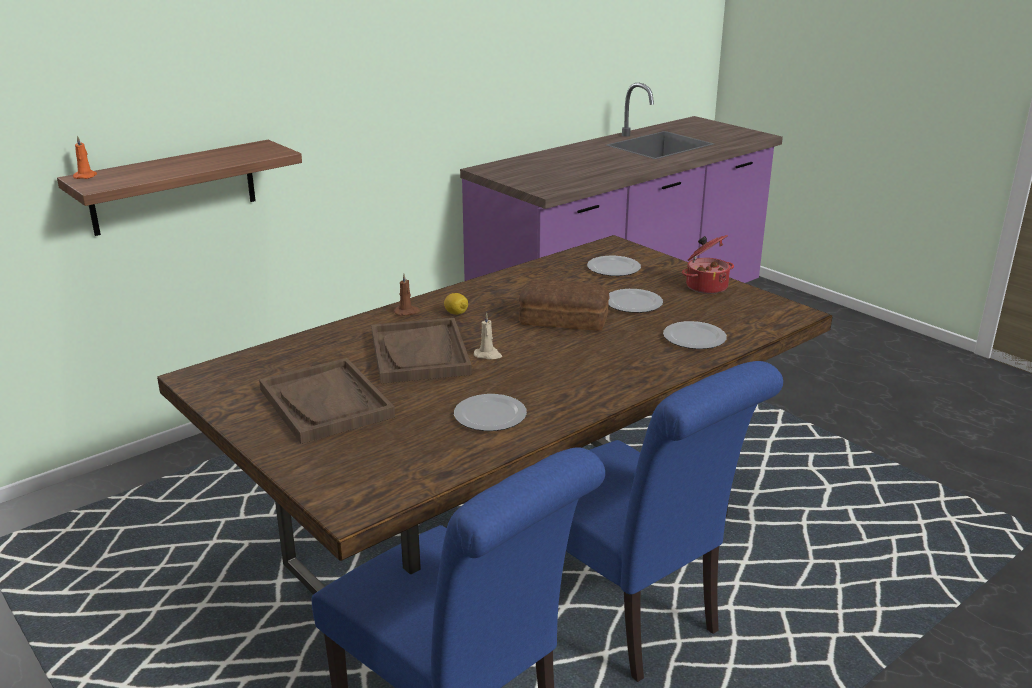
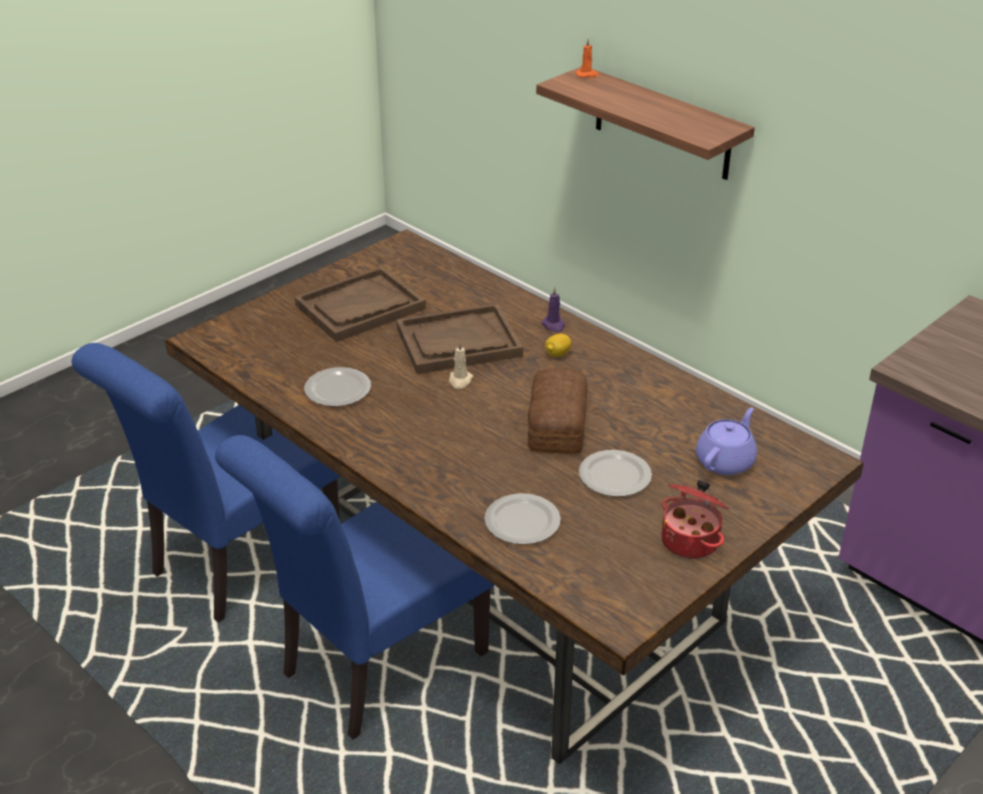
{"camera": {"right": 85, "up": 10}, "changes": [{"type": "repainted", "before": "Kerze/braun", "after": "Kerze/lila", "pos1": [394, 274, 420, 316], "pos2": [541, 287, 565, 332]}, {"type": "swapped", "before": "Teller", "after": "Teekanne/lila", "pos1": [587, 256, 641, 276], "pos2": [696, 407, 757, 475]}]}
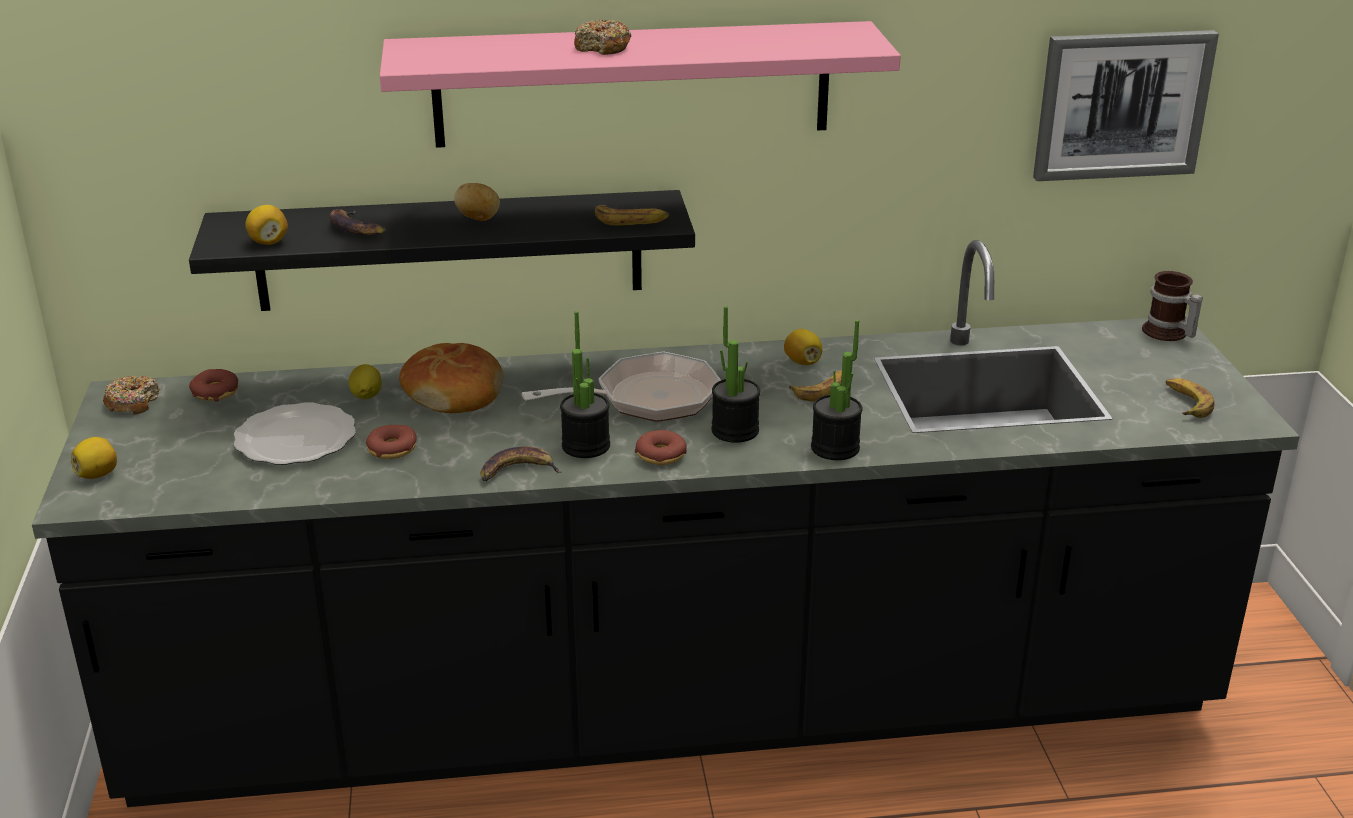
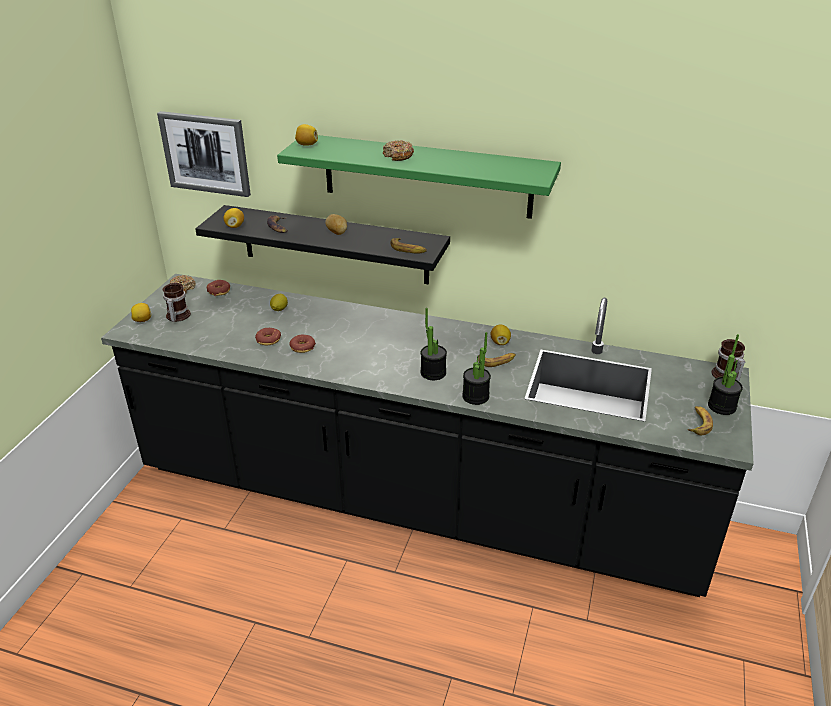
{"camera": {"right": 25, "up": 5}, "changes": [{"type": "gone", "before": "Teller", "pos1": [234, 402, 356, 465]}, {"type": "repainted", "before": "Wandregal/rosa", "after": "Wandregal/grün", "pos1": [380, 21, 901, 148], "pos2": [277, 135, 561, 219]}, {"type": "gone", "before": "Brot", "pos1": [399, 343, 503, 413]}, {"type": "gone", "before": "Banane", "pos1": [481, 446, 561, 481]}, {"type": "gone", "before": "Pfanne", "pos1": [521, 352, 721, 422]}, {"type": "shifted", "before": "Topfpflanze", "pos1": [560, 311, 610, 458], "pos2": [708, 334, 743, 415]}, {"type": "shifted", "before": "Donut", "pos1": [635, 430, 687, 465], "pos2": [289, 335, 316, 353]}, {"type": "shifted", "before": "Bild", "pos1": [1033, 30, 1219, 181], "pos2": [157, 111, 251, 197]}, {"type": "new", "after": "Henkelbecher", "pos2": [162, 283, 191, 322]}, {"type": "new", "after": "Zitrone", "pos2": [295, 124, 318, 146]}]}
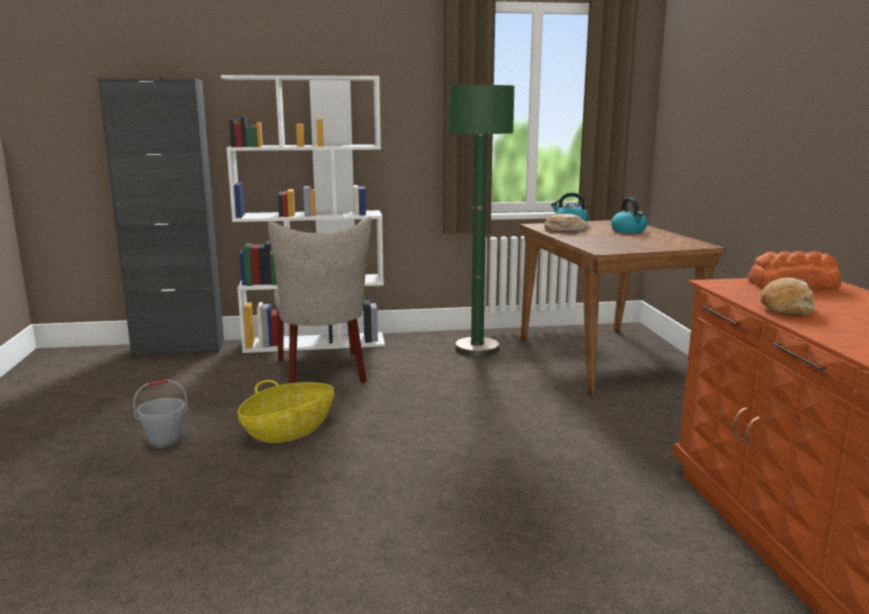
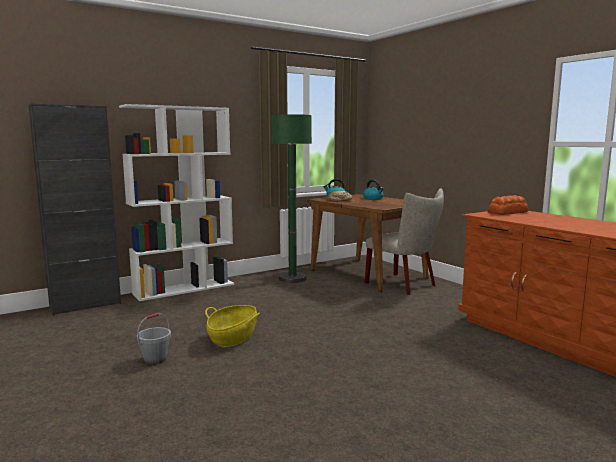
{"camera": {"right": -25, "up": -5}, "changes": [{"type": "shifted", "before": "Stuhl/beige", "pos1": [268, 216, 372, 383], "pos2": [365, 188, 444, 295]}, {"type": "gone", "before": "Brot", "pos1": [760, 278, 815, 317]}]}
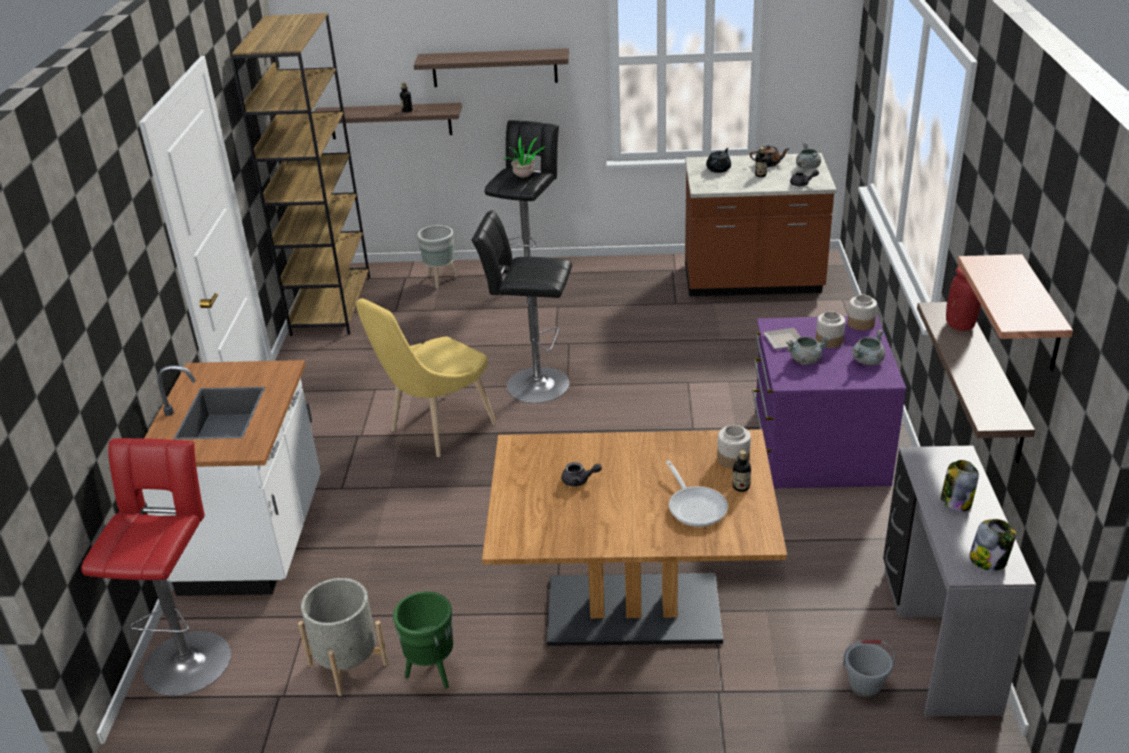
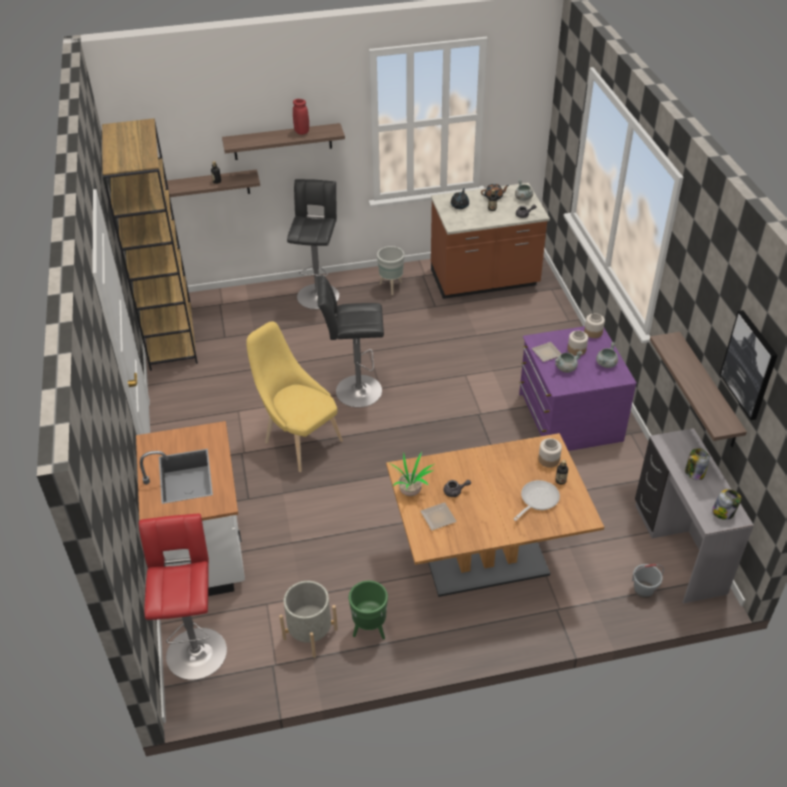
{"camera": {"right": -15, "up": 10}, "changes": [{"type": "rotated", "before": "Stuhl/gelb", "pos1": [356, 298, 497, 457], "pos2": [246, 321, 343, 472], "turn": 105}, {"type": "shifted", "before": "Pflanzkübel/grau", "pos1": [417, 225, 457, 289], "pos2": [377, 246, 404, 295]}, {"type": "shifted", "before": "Topfpflanze", "pos1": [504, 135, 546, 178], "pos2": [389, 452, 434, 496]}, {"type": "rotated", "before": "Pfanne", "pos1": [666, 461, 728, 527], "pos2": [514, 480, 560, 521], "turn": -105}, {"type": "shifted", "before": "Vase/rot", "pos1": [946, 266, 981, 331], "pos2": [293, 99, 309, 135]}, {"type": "swapped", "before": "Wandregal", "after": "Bild", "pos1": [957, 254, 1073, 371], "pos2": [720, 310, 778, 420]}, {"type": "new", "after": "Teller", "pos2": [420, 502, 457, 530]}]}
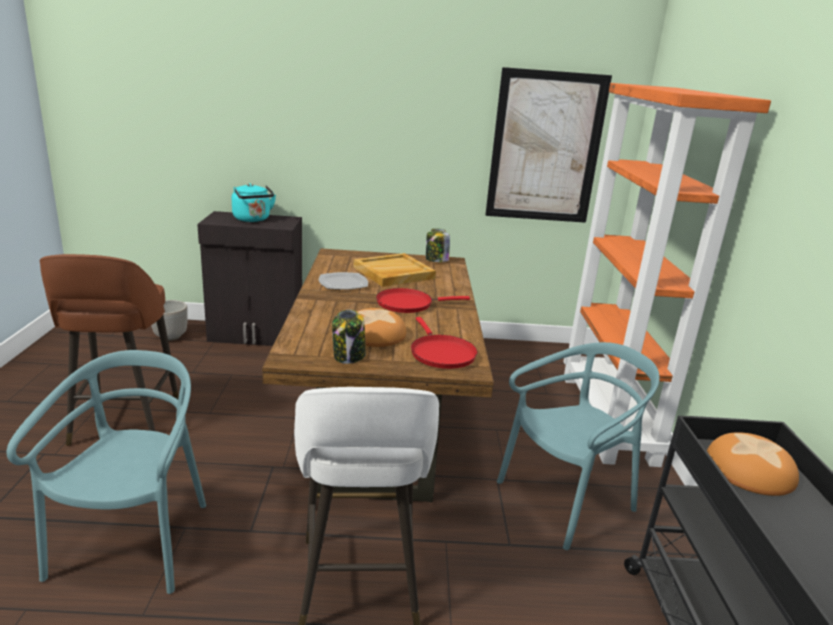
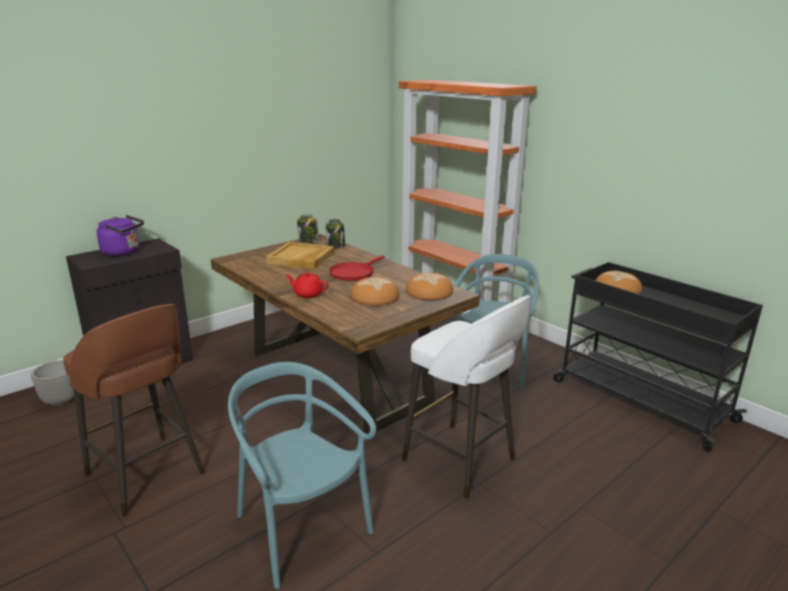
{"camera": {"right": -40, "up": 0}, "changes": [{"type": "repainted", "before": "Wasserkessel/türkis", "after": "Wasserkessel/lila", "pos1": [232, 183, 276, 222], "pos2": [96, 215, 144, 256]}, {"type": "gone", "before": "Teller", "pos1": [319, 272, 368, 290]}, {"type": "shifted", "before": "Vorratsglas", "pos1": [332, 310, 366, 364], "pos2": [326, 219, 345, 249]}, {"type": "swapped", "before": "Pfanne/rot", "after": "Brot", "pos1": [411, 317, 478, 369], "pos2": [406, 273, 453, 300]}, {"type": "gone", "before": "Bild", "pos1": [485, 67, 612, 223]}, {"type": "new", "after": "Teekanne/rot", "pos2": [285, 272, 329, 298]}]}
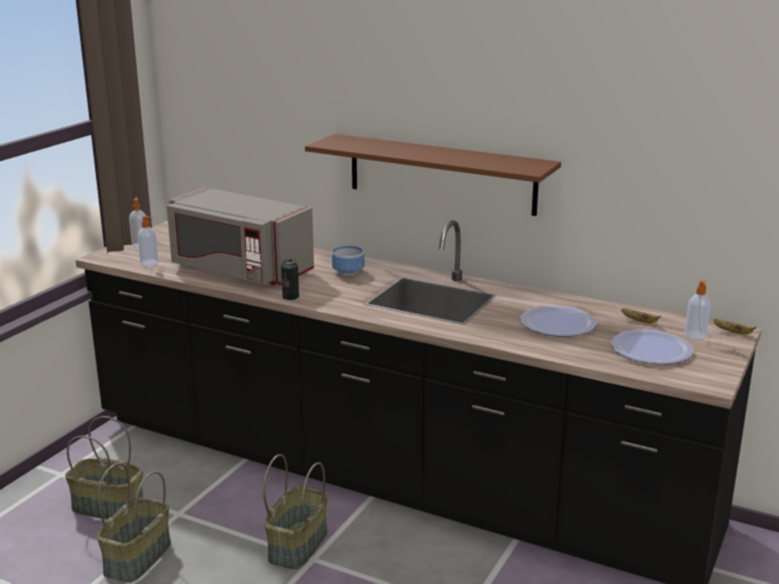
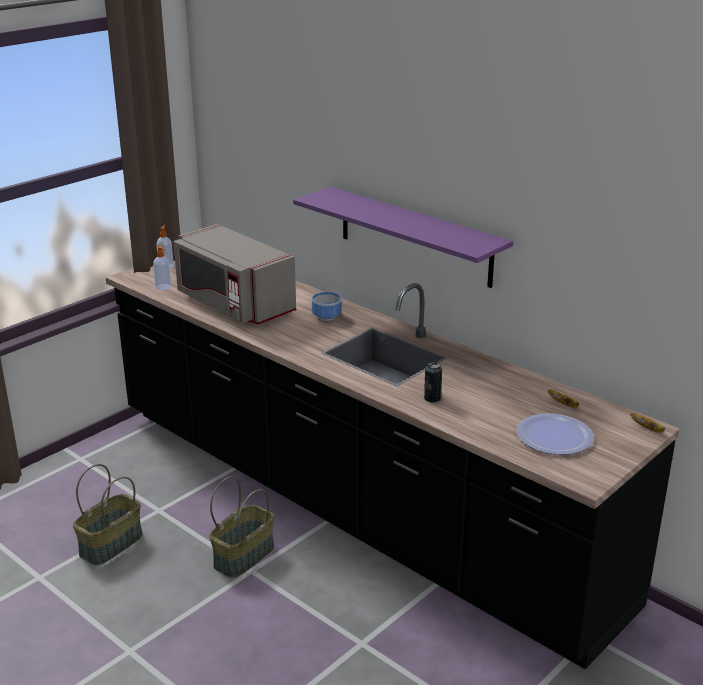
{"camera": {"right": 15, "up": 5}, "changes": [{"type": "gone", "before": "Korb", "pos1": [65, 416, 143, 520]}, {"type": "shifted", "before": "Dose", "pos1": [281, 259, 300, 300], "pos2": [424, 362, 442, 403]}, {"type": "repainted", "before": "Wandregal/braun", "after": "Wandregal/lila", "pos1": [305, 134, 561, 216], "pos2": [293, 187, 513, 288]}, {"type": "gone", "before": "Teller", "pos1": [520, 306, 597, 337]}, {"type": "gone", "before": "Seifenspender", "pos1": [685, 280, 711, 339]}]}
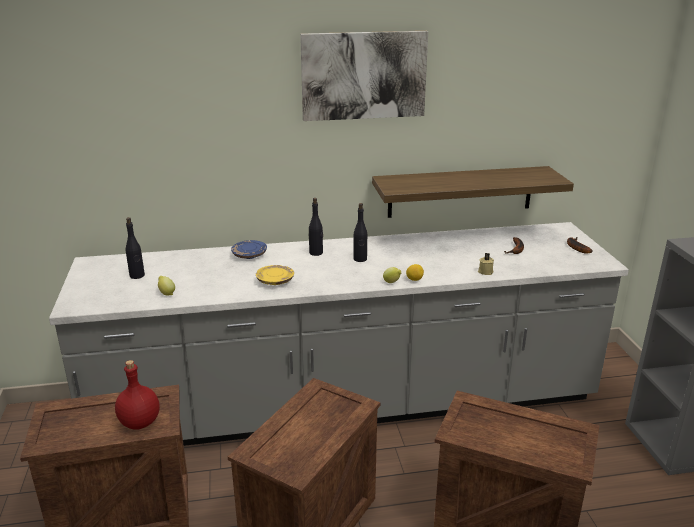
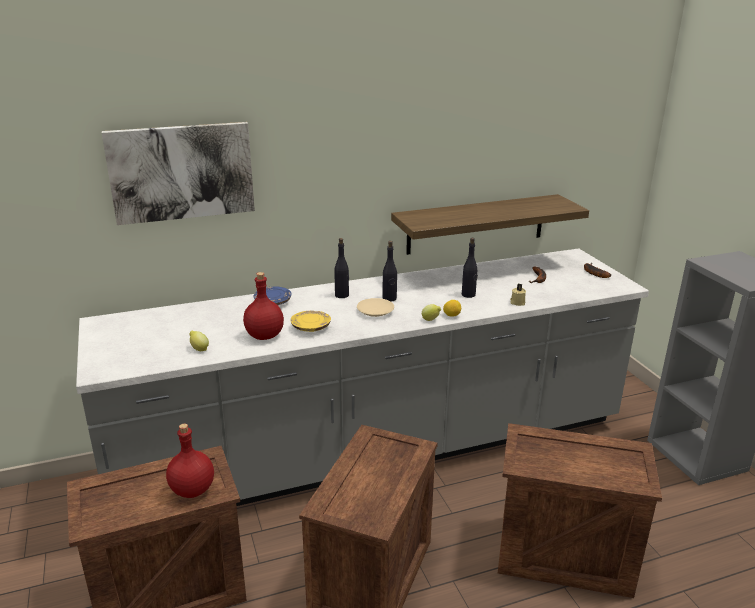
{"camera": {"right": -10, "up": 0}, "changes": [{"type": "shifted", "before": "Flasche/schwarz", "pos1": [126, 217, 145, 279], "pos2": [462, 238, 478, 298]}, {"type": "shifted", "before": "Bild", "pos1": [300, 31, 428, 121], "pos2": [102, 122, 255, 225]}, {"type": "new", "after": "Flasche/rot", "pos2": [243, 272, 284, 340]}, {"type": "new", "after": "Teller/beige", "pos2": [357, 298, 394, 317]}]}
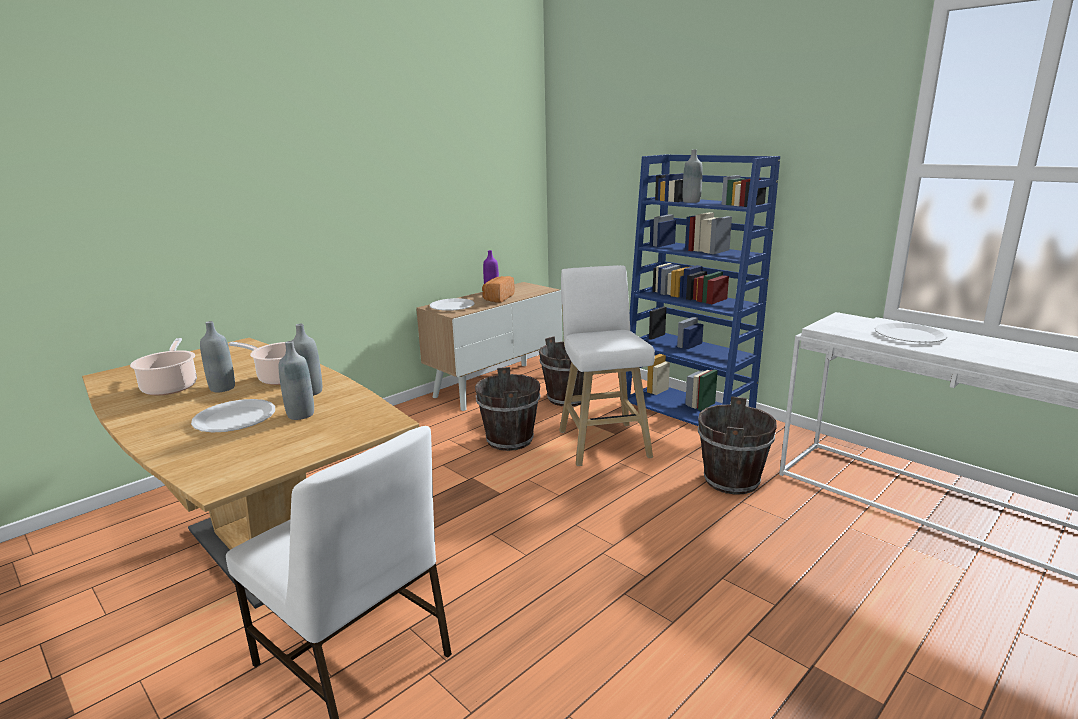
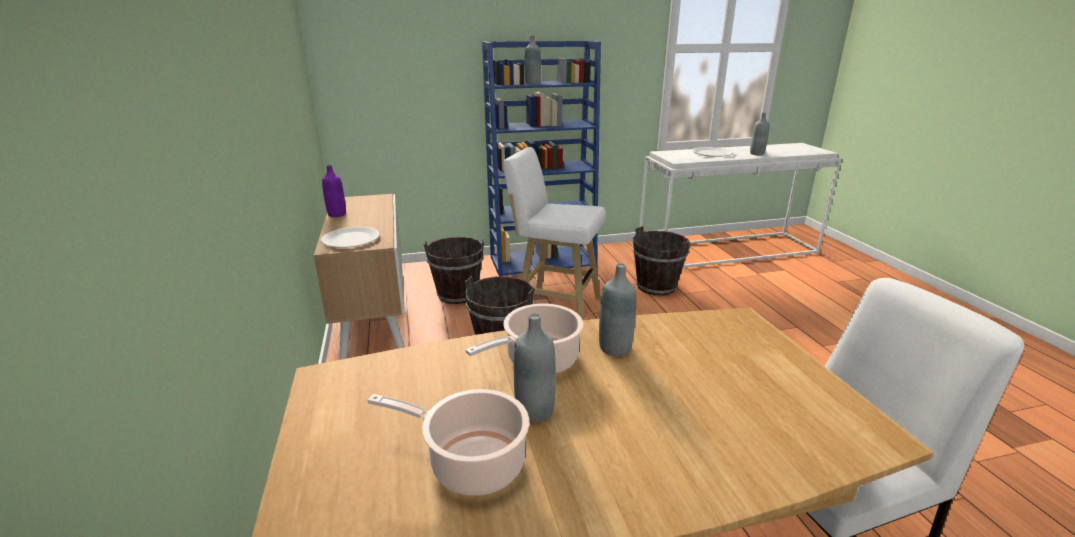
{"camera": {"right": -60, "up": 5}, "changes": [{"type": "gone", "before": "Teller/weiß", "pos1": [191, 399, 275, 433]}, {"type": "shifted", "before": "Flasche/grau", "pos1": [279, 341, 314, 420], "pos2": [750, 113, 769, 155]}, {"type": "gone", "before": "Brot", "pos1": [482, 276, 514, 303]}]}
